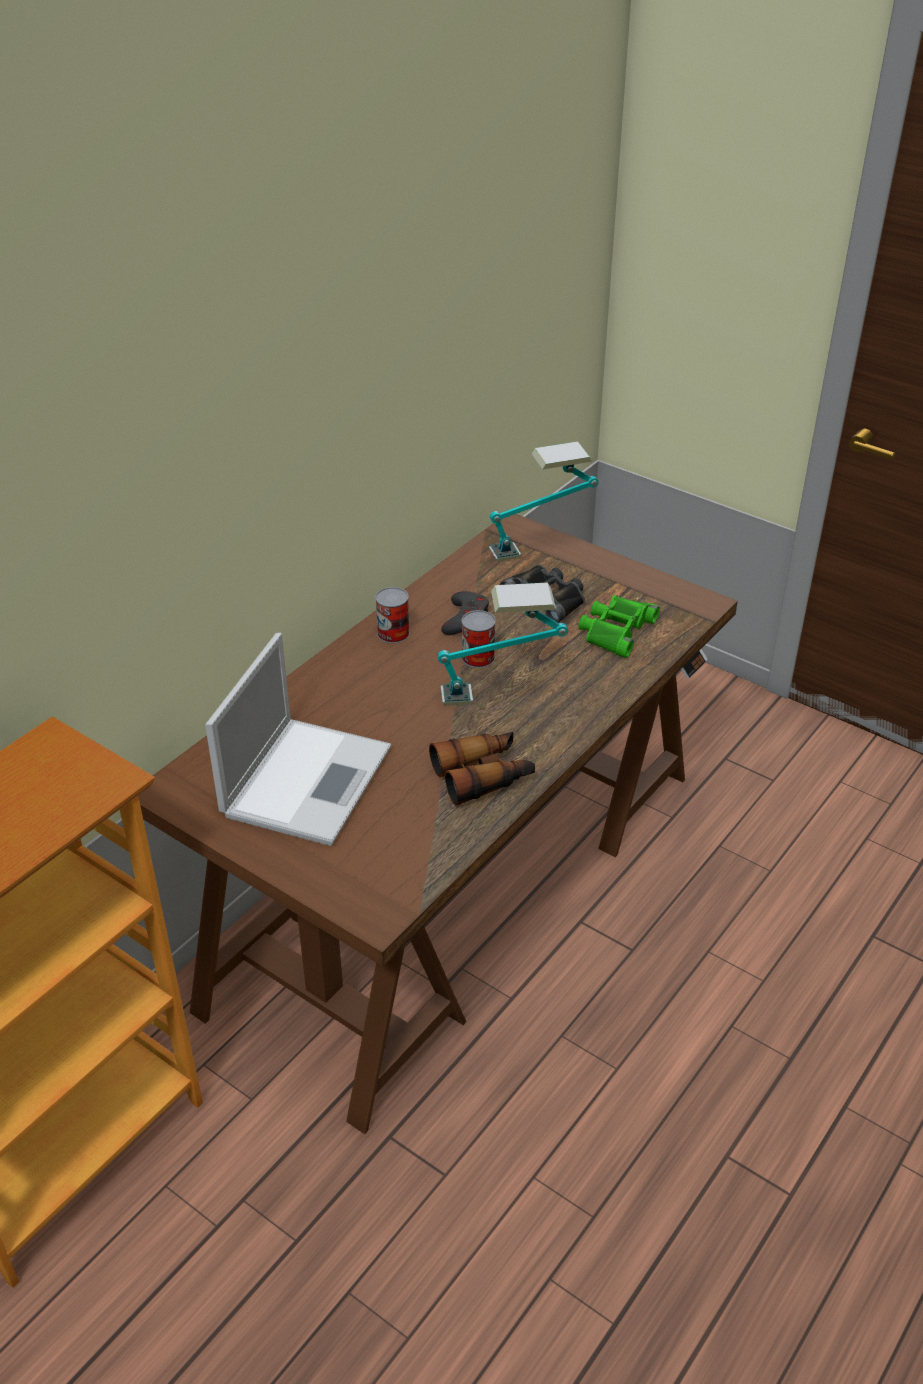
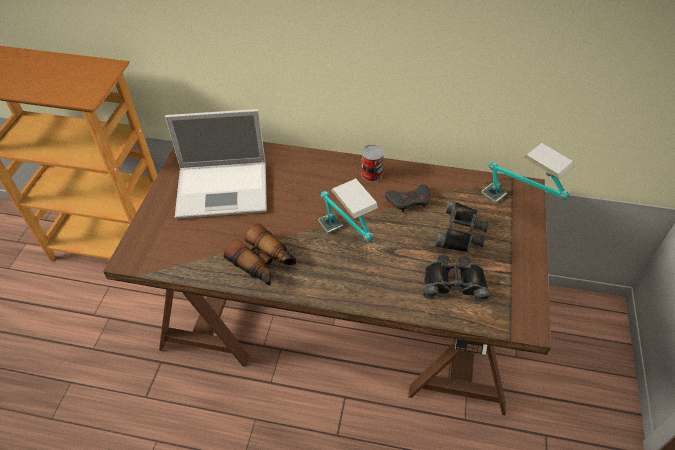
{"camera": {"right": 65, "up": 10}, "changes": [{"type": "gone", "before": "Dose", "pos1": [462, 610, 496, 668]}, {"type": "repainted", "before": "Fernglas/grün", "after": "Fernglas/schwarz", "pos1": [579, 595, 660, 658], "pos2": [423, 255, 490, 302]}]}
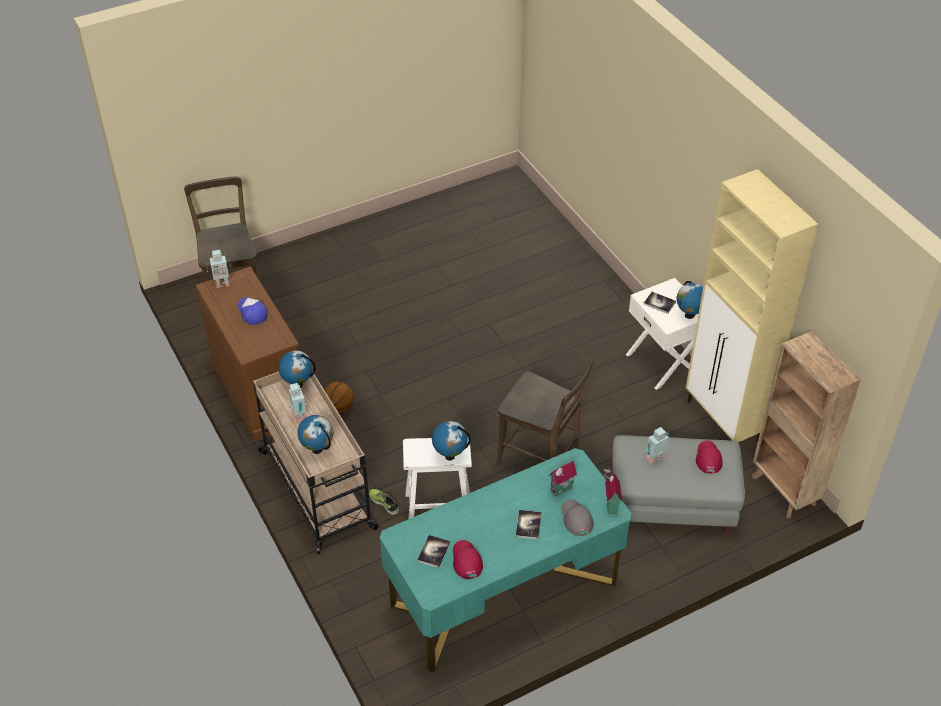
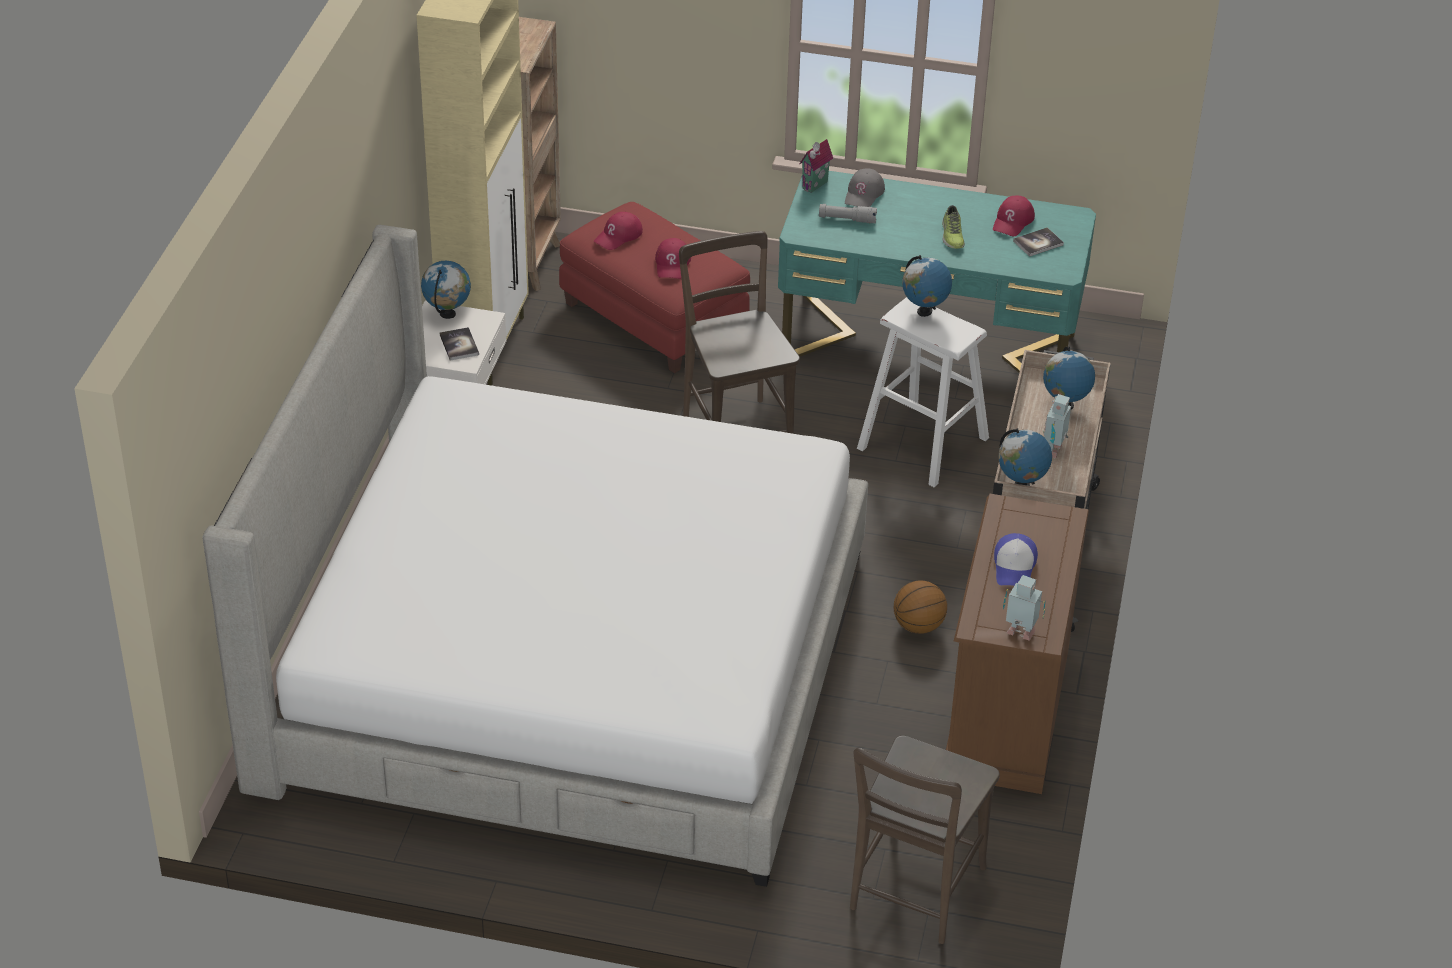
{"camera": {"right": -140, "up": -5}, "changes": [{"type": "shifted", "before": "Schuh", "pos1": [369, 489, 399, 515], "pos2": [942, 205, 965, 249]}, {"type": "gone", "before": "Buch", "pos1": [516, 510, 541, 539]}, {"type": "swapped", "before": "Spielzeughaus", "after": "Taschenlampe/grau", "pos1": [549, 461, 577, 496], "pos2": [819, 204, 877, 223]}, {"type": "repainted", "before": "Polsterhocker/grau", "after": "Polsterhocker/rot", "pos1": [612, 435, 745, 533], "pos2": [559, 202, 750, 373]}, {"type": "swapped", "before": "Spielzeugroboter", "after": "Kappe/rot", "pos1": [645, 427, 669, 464], "pos2": [655, 238, 691, 279]}, {"type": "new", "after": "Bett", "pos2": [202, 225, 868, 887]}]}
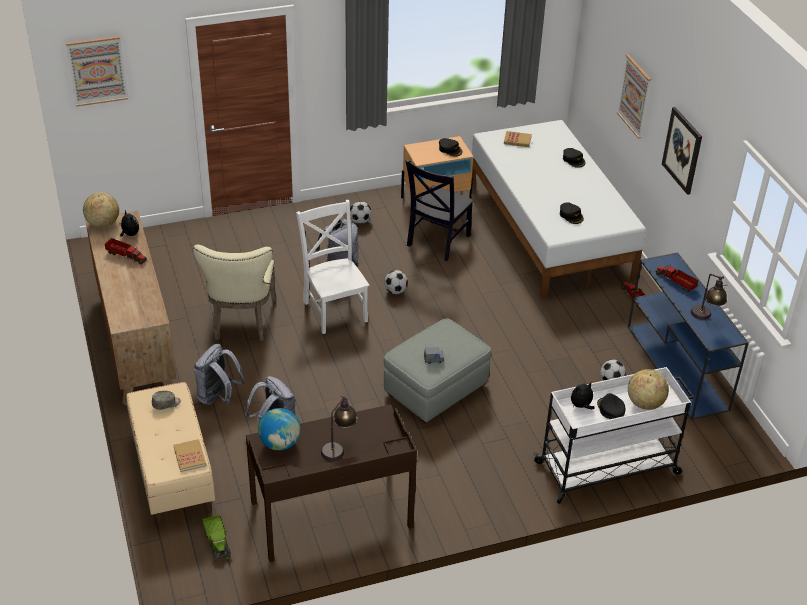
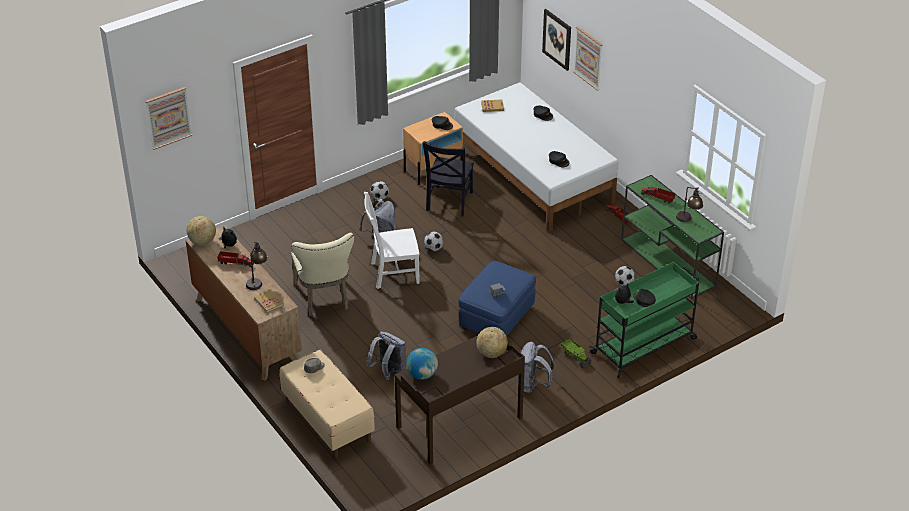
{"camera": {"right": -15, "up": 0}, "changes": [{"type": "shifted", "before": "Buch", "pos1": [173, 439, 207, 472], "pos2": [254, 290, 284, 313]}, {"type": "shifted", "before": "Rucksack/grau", "pos1": [194, 344, 246, 405], "pos2": [518, 342, 554, 393]}, {"type": "shifted", "before": "Spielzeuglaster", "pos1": [202, 515, 231, 561], "pos2": [561, 338, 592, 368]}, {"type": "rotated", "before": "Stuhl/weiß", "pos1": [296, 200, 369, 334], "pos2": [364, 192, 420, 289], "turn": -60}, {"type": "shifted", "before": "Tischlampe", "pos1": [321, 395, 357, 461], "pos2": [246, 242, 268, 290]}, {"type": "repainted", "before": "Polsterhocker/grau", "after": "Polsterhocker/blau", "pos1": [384, 318, 491, 423], "pos2": [458, 261, 536, 336]}, {"type": "repainted", "before": "Rollwagen/weiß", "after": "Rollwagen/grün", "pos1": [533, 367, 694, 504], "pos2": [589, 262, 699, 378]}, {"type": "repainted", "before": "Konsolentisch/blau", "after": "Konsolentisch/grün", "pos1": [628, 252, 749, 420], "pos2": [621, 175, 724, 299]}, {"type": "shifted", "before": "Globus", "pos1": [628, 369, 669, 410], "pos2": [476, 327, 508, 358]}, {"type": "shifted", "before": "Bild", "pos1": [662, 107, 702, 195], "pos2": [542, 9, 571, 71]}]}
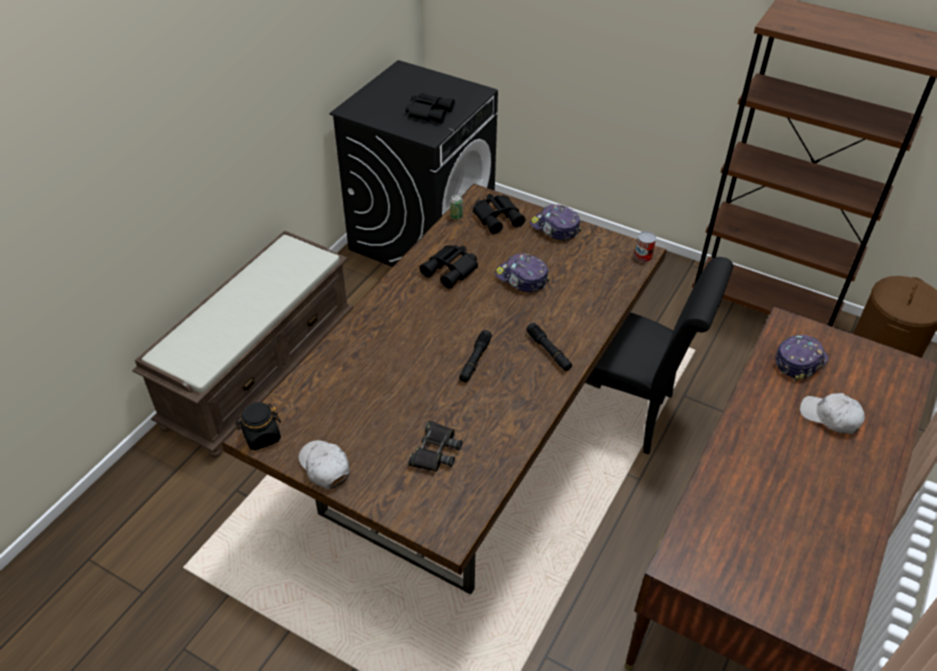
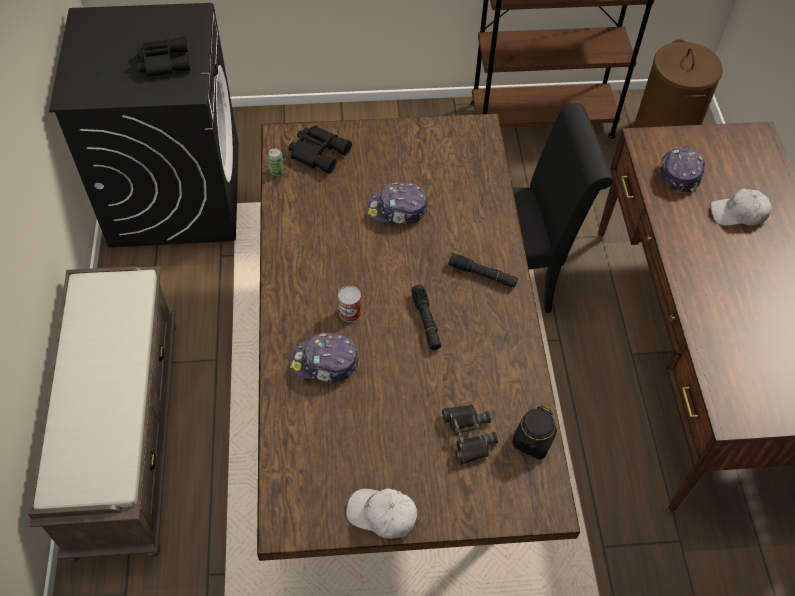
{"camera": {"right": -35, "up": 10}, "changes": [{"type": "shifted", "before": "Vorratsglas/schwarz", "pos1": [235, 402, 281, 450], "pos2": [512, 406, 557, 459]}, {"type": "gone", "before": "Fernglas/schwarz", "pos1": [420, 245, 478, 289]}, {"type": "shifted", "before": "Kappe", "pos1": [530, 204, 581, 241], "pos2": [289, 332, 359, 383]}, {"type": "shifted", "before": "Dose", "pos1": [634, 231, 656, 262], "pos2": [338, 286, 361, 322]}]}
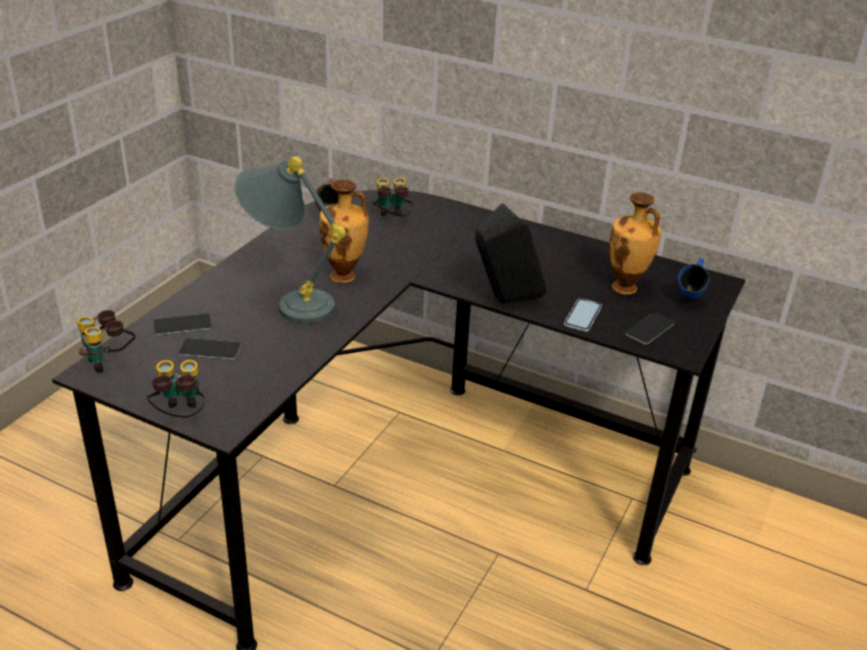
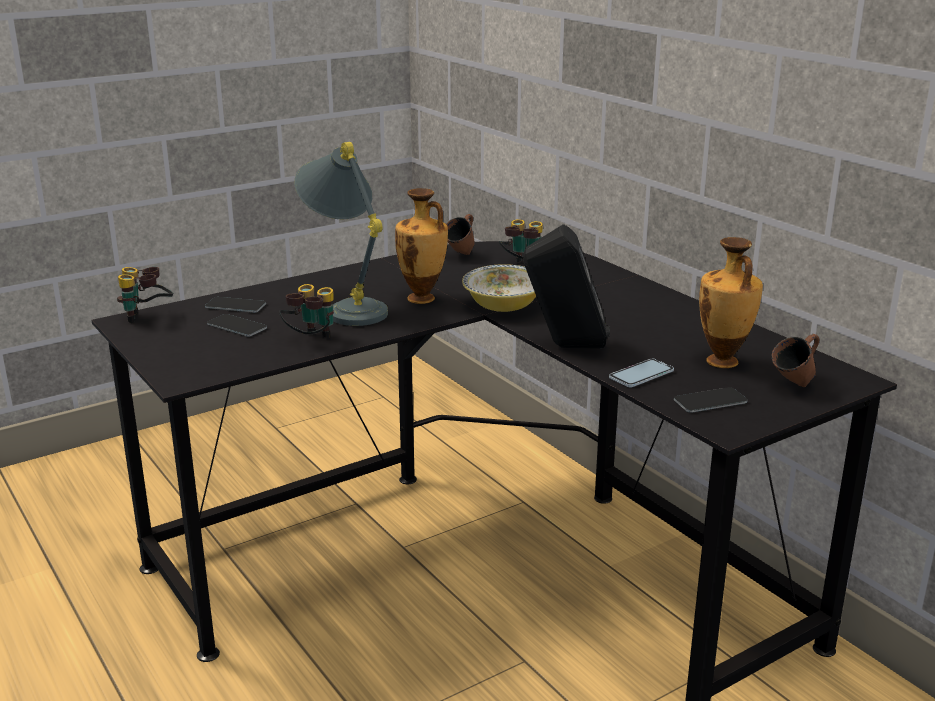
{"camera": {"right": 30, "up": -10}, "changes": [{"type": "shifted", "before": "Fernglas", "pos1": [147, 360, 205, 418], "pos2": [279, 284, 334, 338]}, {"type": "repainted", "before": "Henkelbecher/blau", "after": "Henkelbecher/braun", "pos1": [678, 258, 709, 299], "pos2": [771, 334, 819, 387]}, {"type": "new", "after": "Schüssel", "pos2": [462, 264, 536, 312]}]}
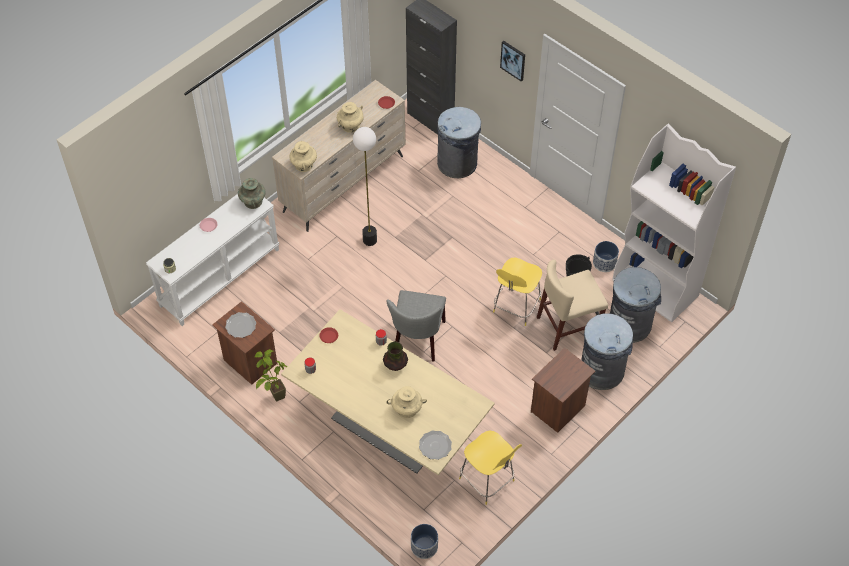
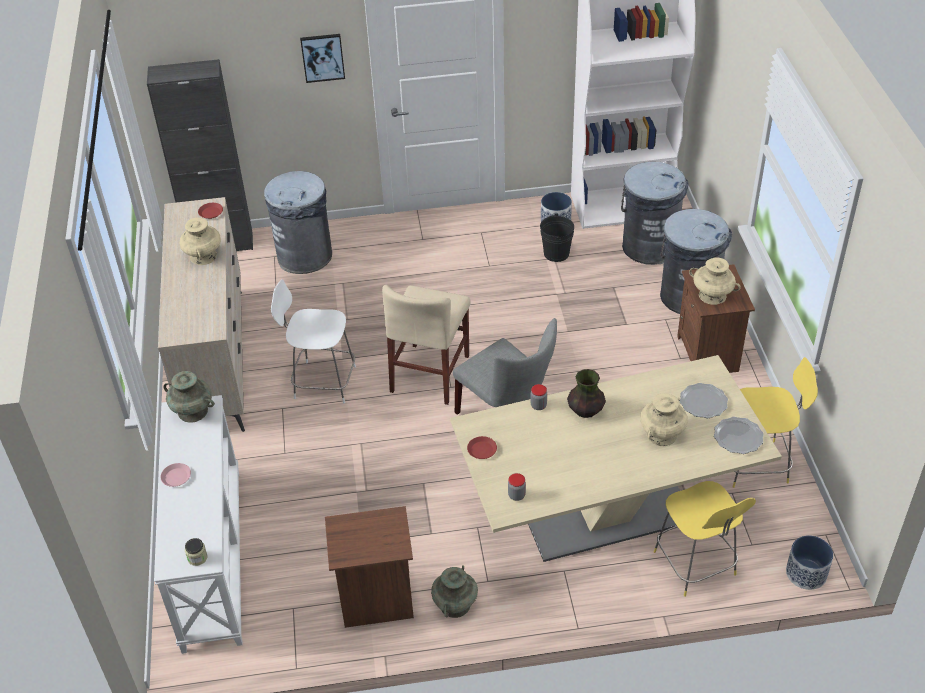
{"camera": {"right": -50, "up": -10}, "changes": [{"type": "shifted", "before": "Teller", "pos1": [225, 312, 256, 338], "pos2": [680, 383, 728, 418]}, {"type": "swapped", "before": "Topfpflanze", "after": "Vase/türkis", "pos1": [254, 349, 287, 402], "pos2": [431, 565, 478, 618]}, {"type": "shifted", "before": "Vase/beige", "pos1": [290, 141, 317, 172], "pos2": [689, 257, 741, 305]}, {"type": "swapped", "before": "Stehlampe", "after": "Hocker/weiß", "pos1": [353, 127, 377, 246], "pos2": [271, 279, 356, 403]}, {"type": "shifted", "before": "Hocker/gelb", "pos1": [493, 258, 542, 326], "pos2": [654, 481, 756, 597]}, {"type": "shifted", "before": "Stuhl/beige", "pos1": [537, 260, 608, 351], "pos2": [382, 285, 471, 405]}]}
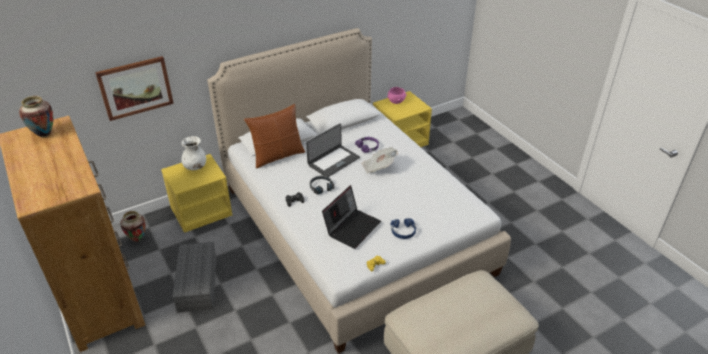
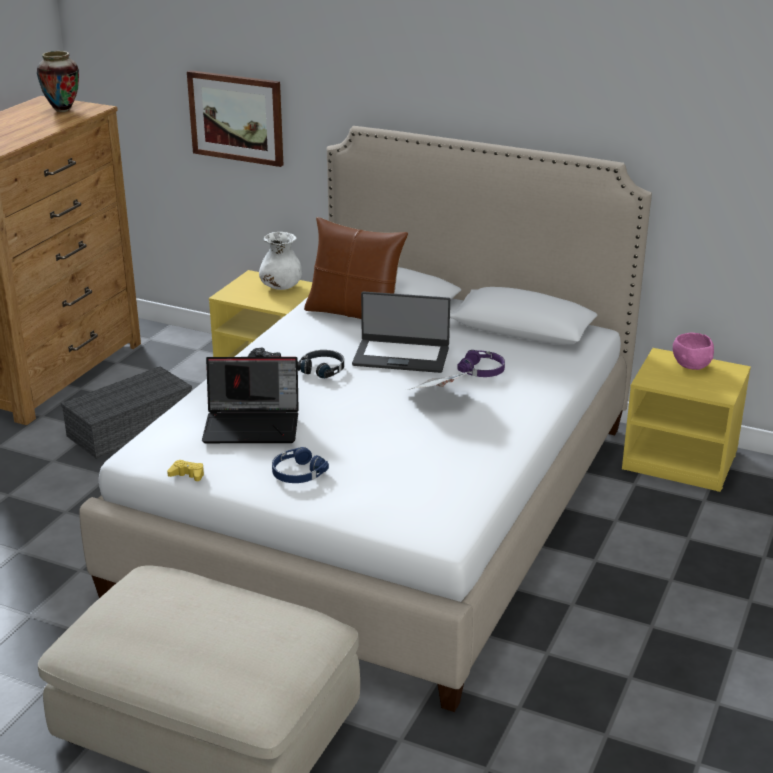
{"camera": {"right": 55, "up": -10}, "changes": [{"type": "gone", "before": "Vase", "pos1": [121, 211, 146, 242]}]}
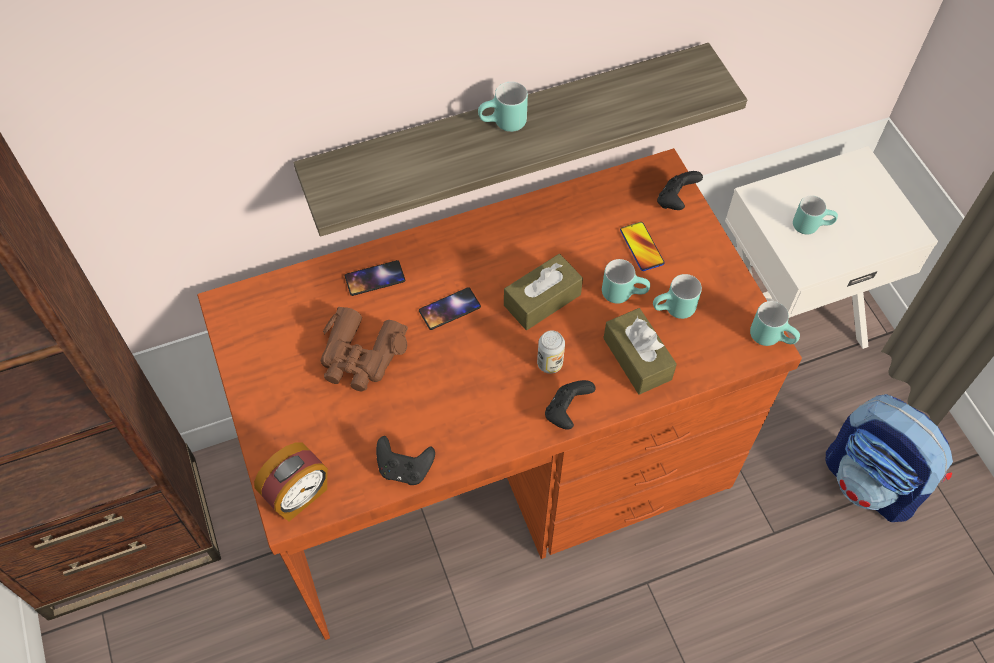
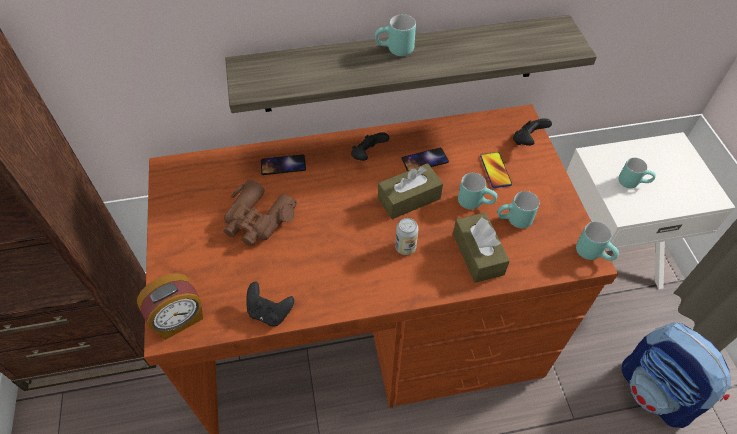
{"camera": {"right": 10, "up": -5}, "changes": [{"type": "shifted", "before": "Handy", "pos1": [419, 287, 481, 330], "pos2": [401, 148, 449, 171]}, {"type": "shifted", "before": "Gamepad/schwarz", "pos1": [545, 380, 596, 429], "pos2": [351, 132, 389, 161]}]}
